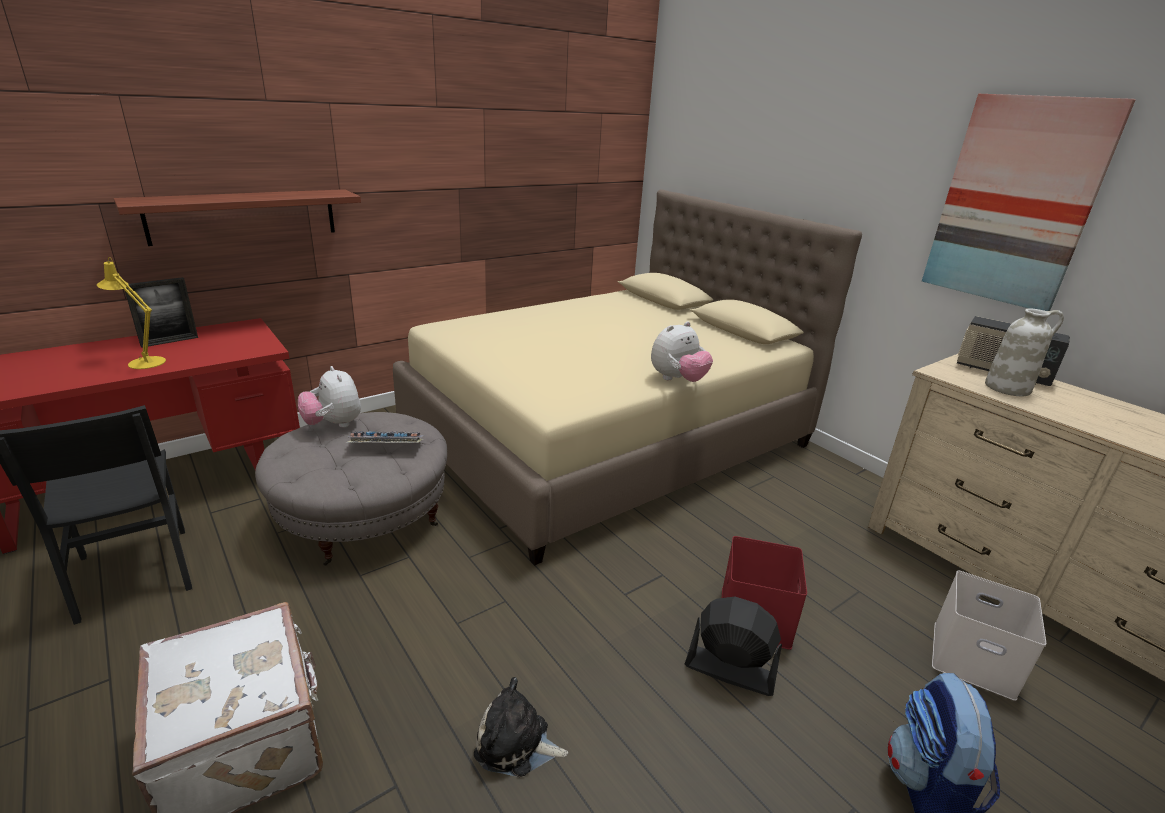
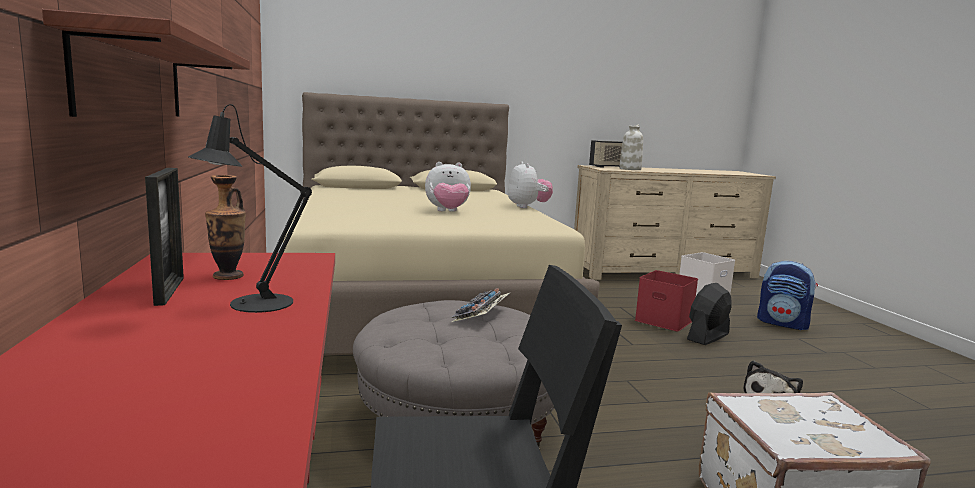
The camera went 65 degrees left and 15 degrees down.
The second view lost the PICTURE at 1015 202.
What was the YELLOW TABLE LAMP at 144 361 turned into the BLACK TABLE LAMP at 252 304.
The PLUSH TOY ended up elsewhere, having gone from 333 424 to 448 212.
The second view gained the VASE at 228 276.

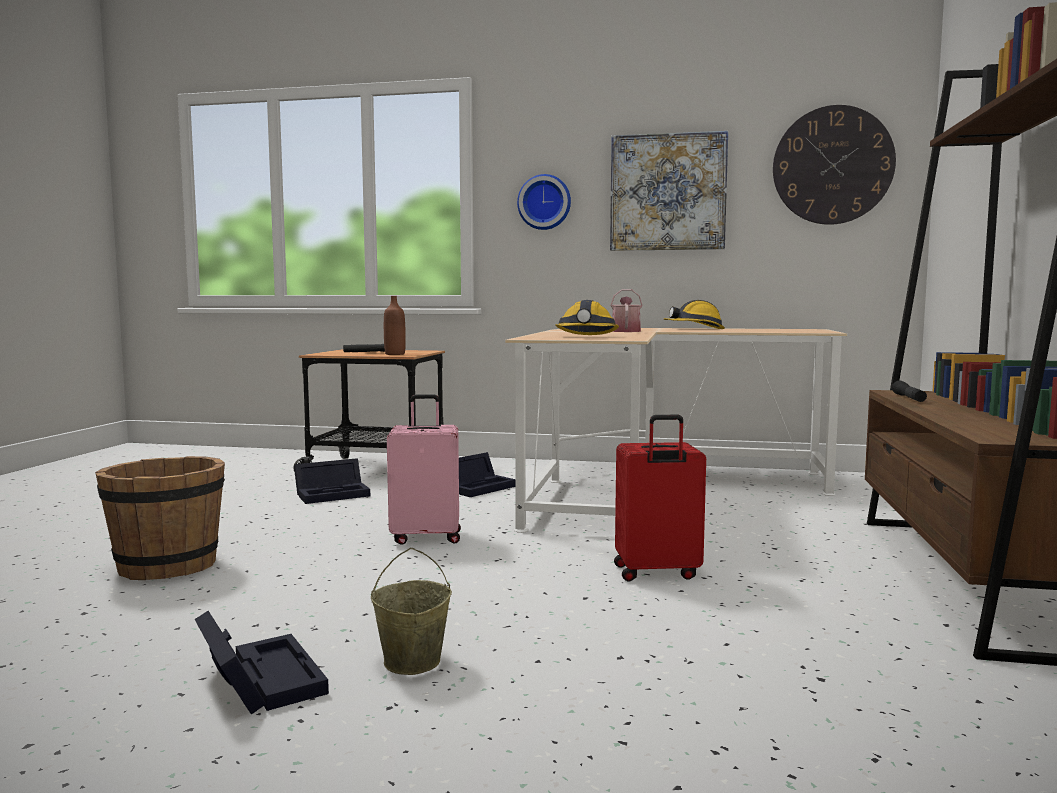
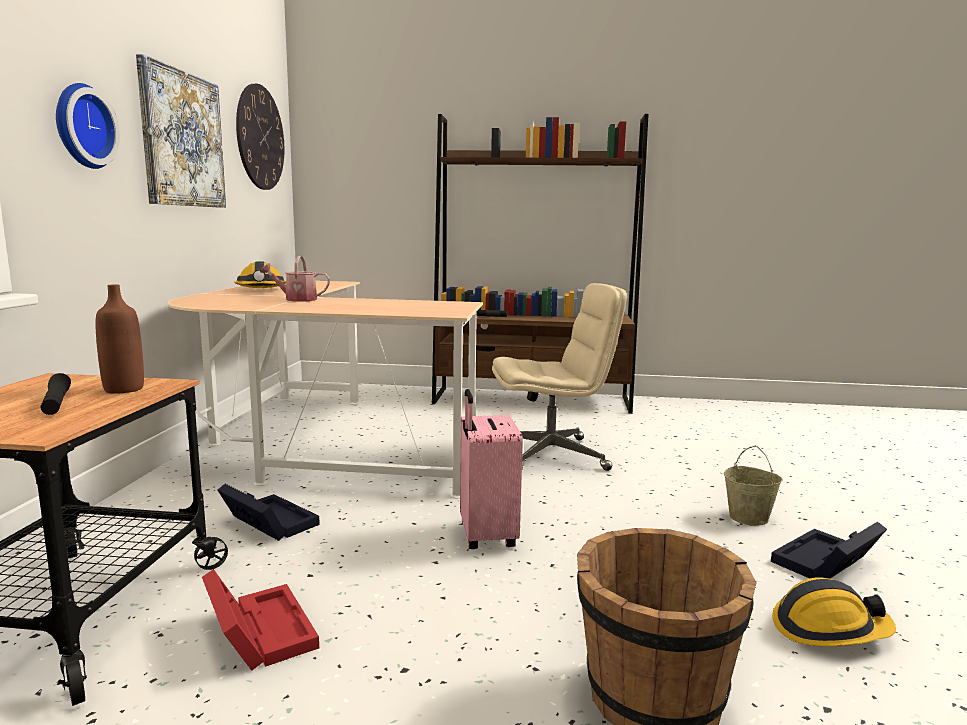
The camera went 95 degrees left and 5 degrees up.
The HARD HAT ended up elsewhere, having gone from 586 336 to 828 630.
Where the RED SUITCASE stood at 656 573, the BEIGE OFFICE CHAIR came to stand at 551 455.
What was the BLACK STORAGE BOX at 334 494 turned into the RED STORAGE BOX at 258 631.

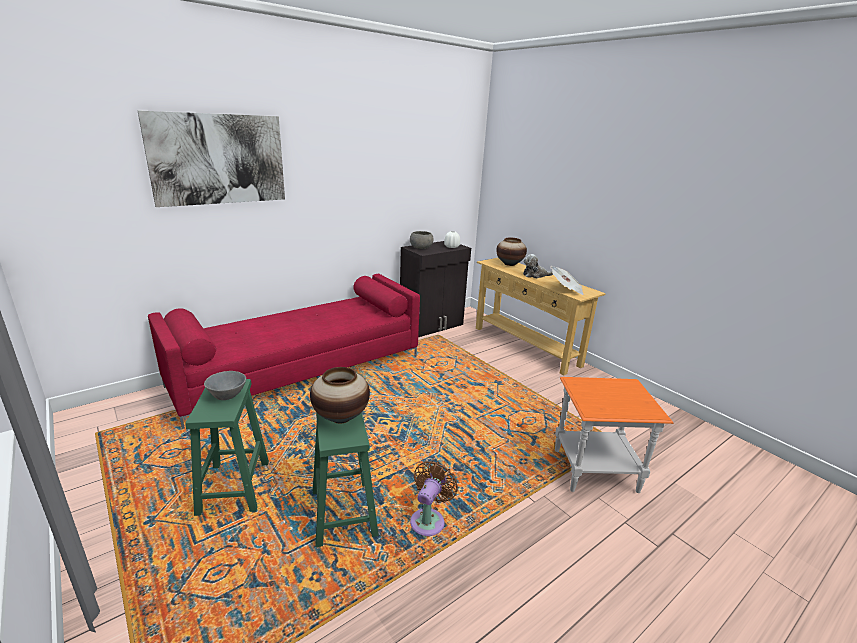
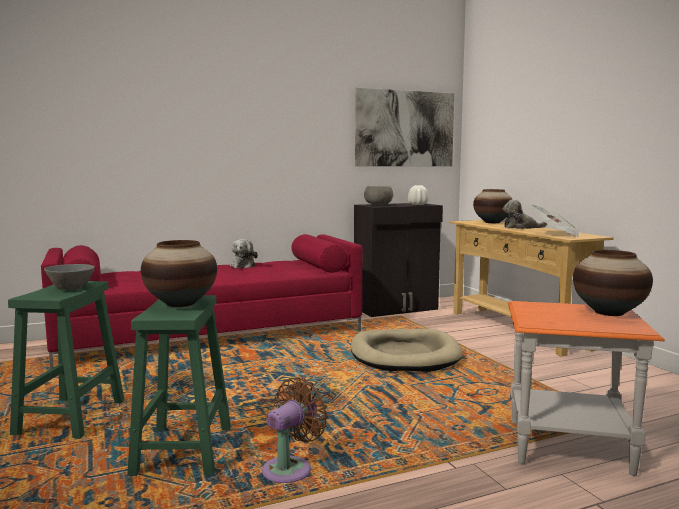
The camera went 15 degrees right and 15 degrees down.
The PICTURE ended up elsewhere, having gone from 219 159 to 405 128.
The second view gained the PLUSH TOY at 243 265.
The second view gained the VASE at 609 312.
The second view gained the BEIGE DOG BED at 404 355.

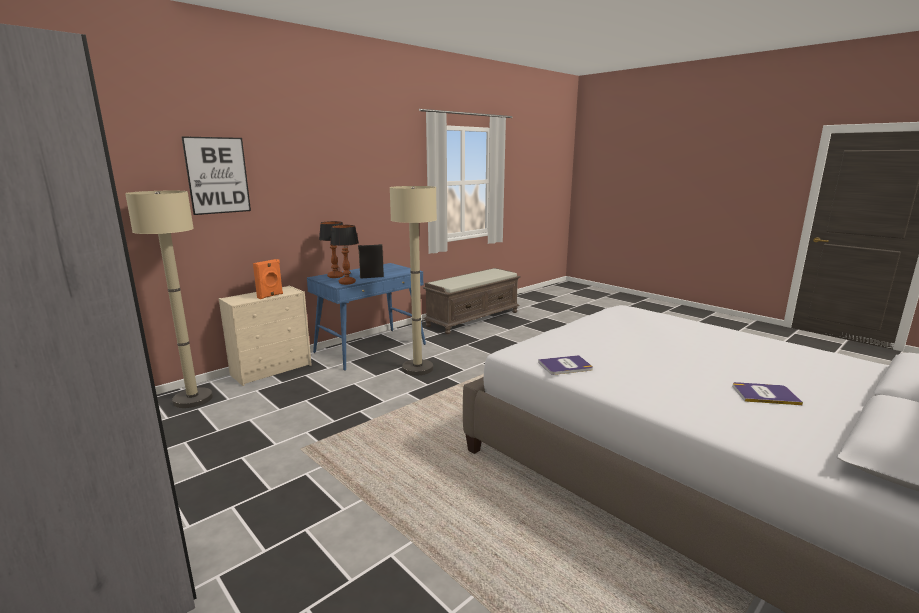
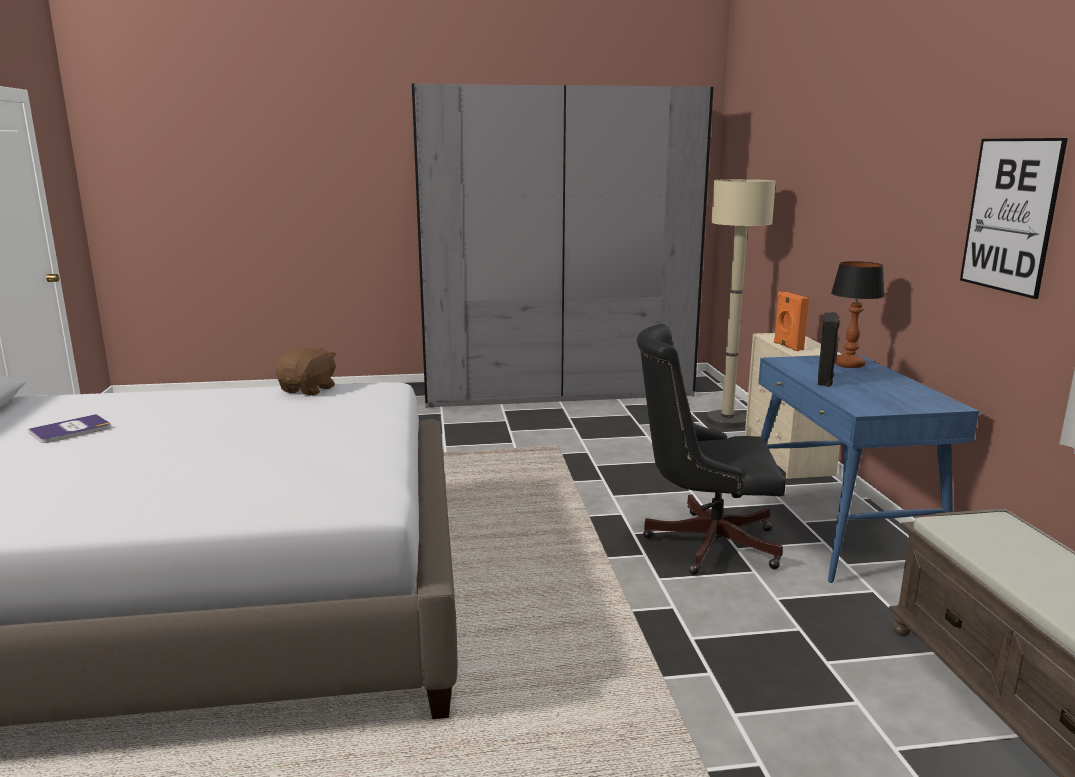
The camera went 125 degrees right and 0 degrees up.
The PICTURE ended up elsewhere, having gone from 217 175 to 1010 215.
Where the BEIGE FLOOR LAMP stood at 417 368, the BLACK OFFICE CHAIR came to stand at 703 542.
The second view lost the TABLE LAMP at 347 283.
Where the BOOK stood at 565 366, the BROWN PLUSH TOY came to stand at 309 390.

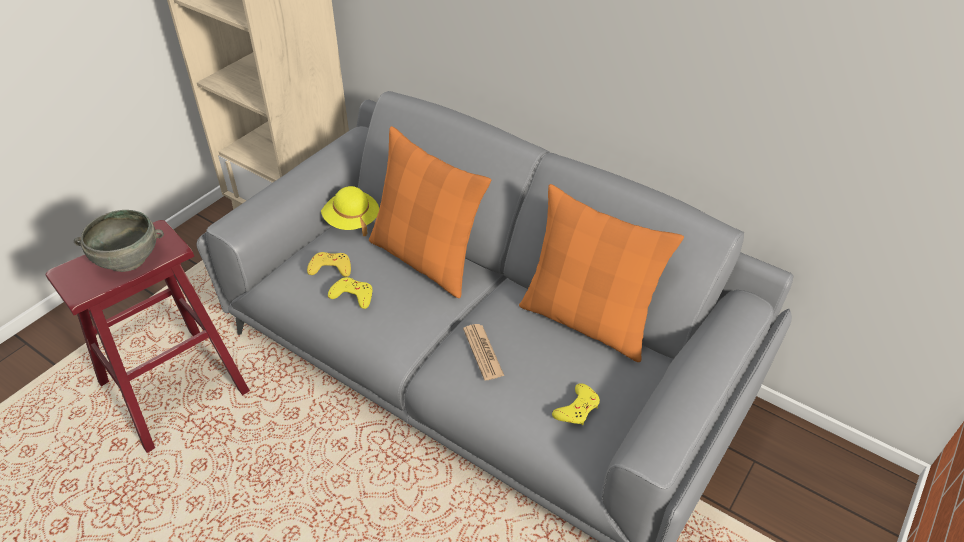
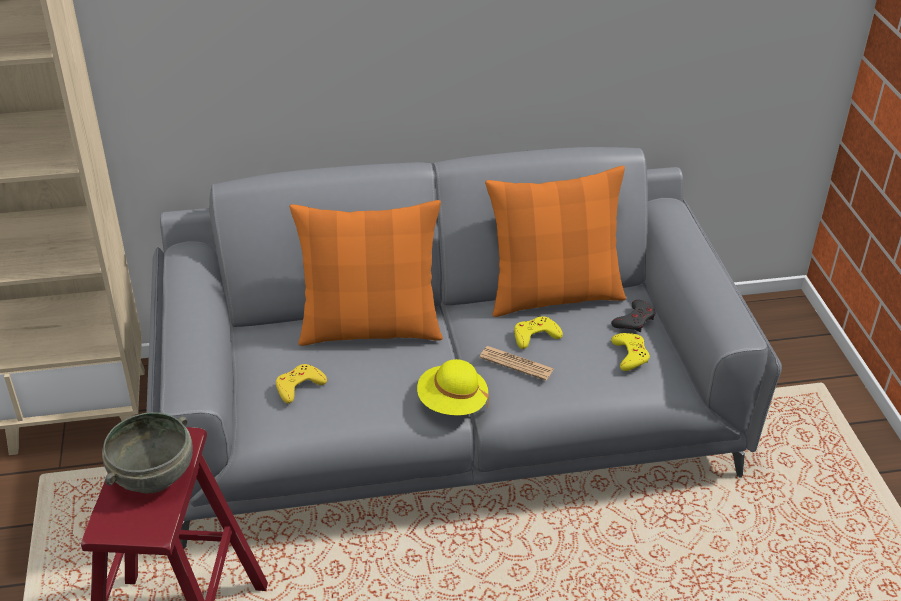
The camera went 45 degrees left and 5 degrees down.
The YELLOW HAT ended up elsewhere, having gone from 351 221 to 452 403.
The YELLOW GAME CONTROLLER ended up elsewhere, having gone from 352 295 to 535 336.
The second view gained the GREY GAME CONTROLLER at 634 320.

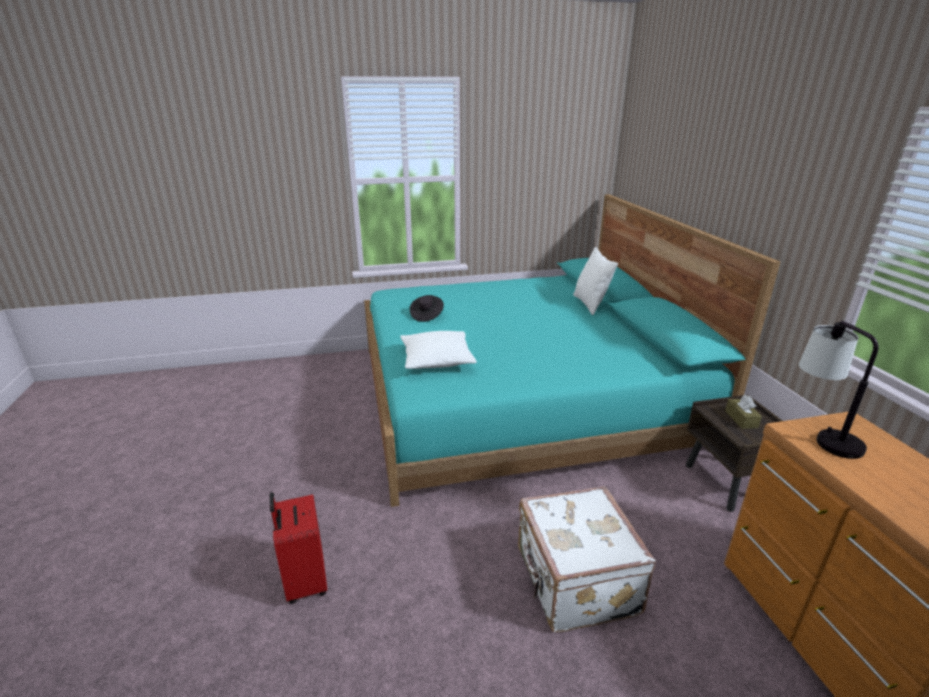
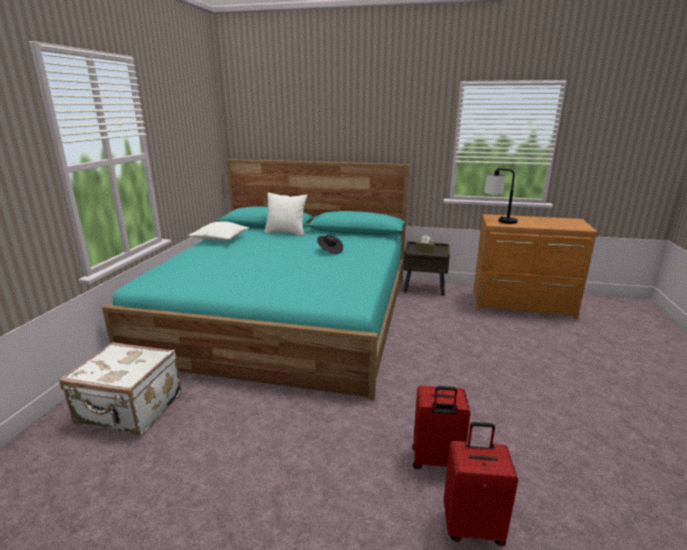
The camera went 65 degrees left and 5 degrees down.
The BLACK HAT ended up elsewhere, having gone from 426 315 to 330 250.
The WHITE PILLOW ended up elsewhere, having gone from 437 360 to 220 239.
The WHITE SUITCASE ended up elsewhere, having gone from 574 582 to 130 410.
The second view gained the RED SUITCASE at 472 526.

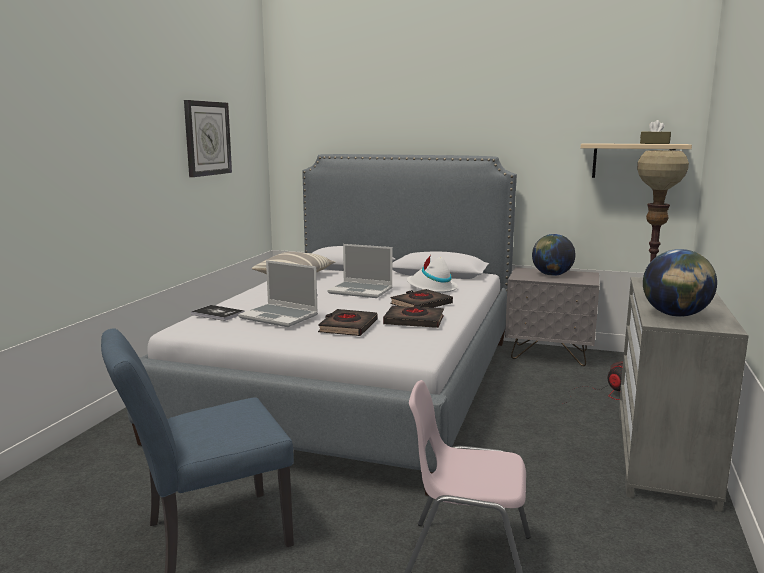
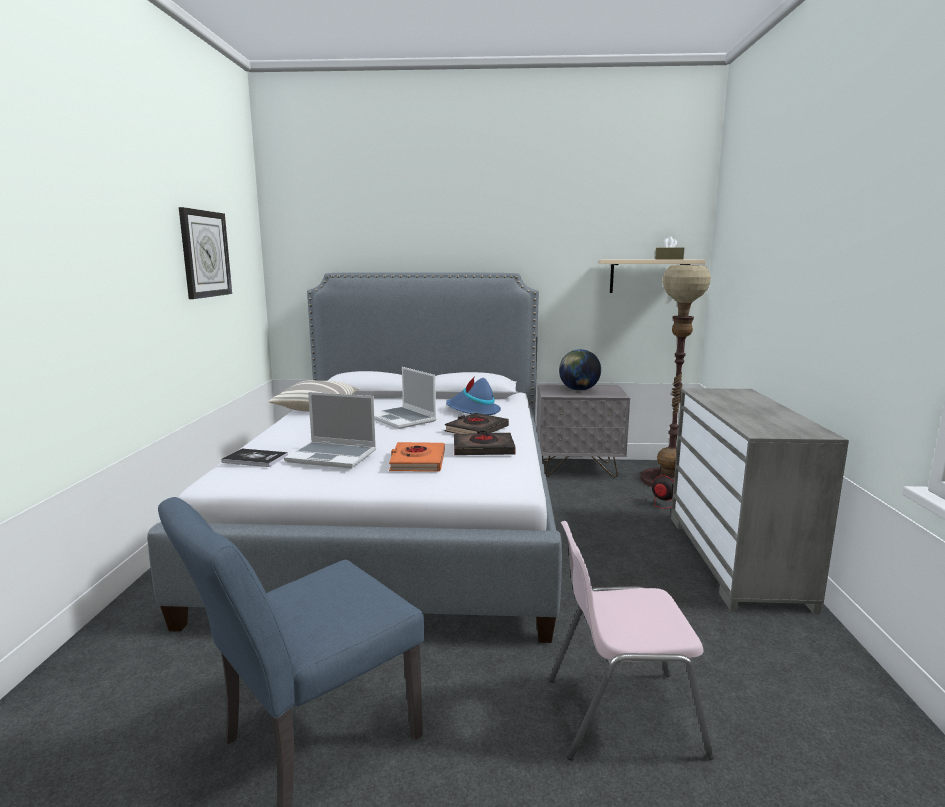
The camera went 15 degrees left and 0 degrees up.
The LAPTOP at 361 291 ended up facing another way, 45 degrees clockwise from before.
The second view lost the GLOBE at 675 315.
What was the WHITE HAT at 431 288 turned into the BLUE HAT at 473 411.
What was the BLACK BOOK at 348 327 turned into the ORANGE BOOK at 417 462.

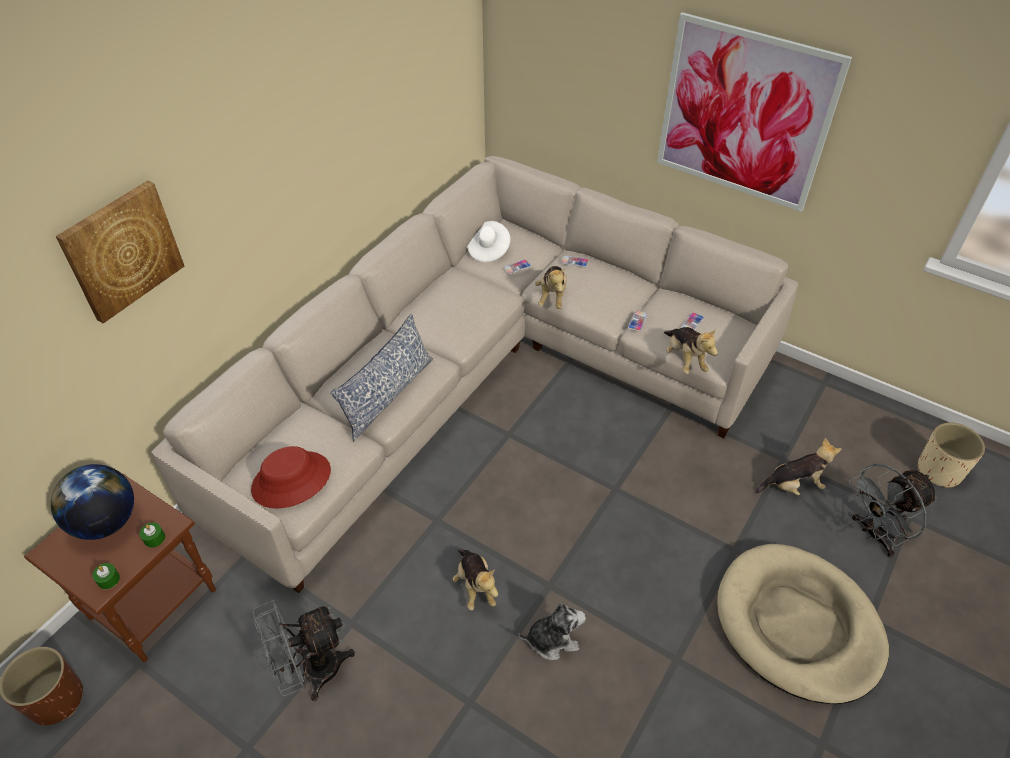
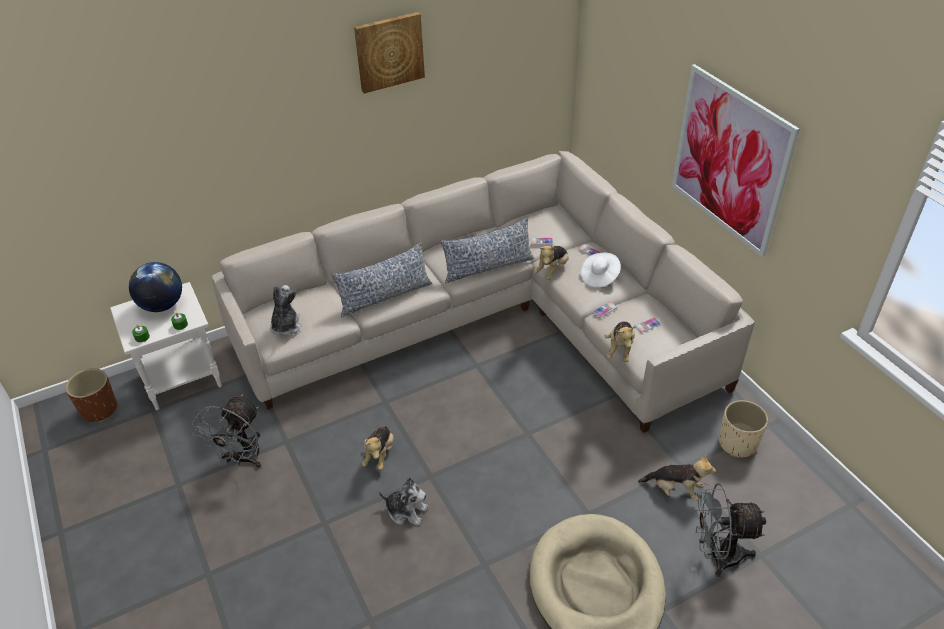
The camera went 30 degrees right and 5 degrees down.
The PICTURE ended up elsewhere, having gone from 122 250 to 389 51.
The WHITE HAT ended up elsewhere, having gone from 488 249 to 599 277.
The BEIGE PLANTER ended up elsewhere, having gone from 939 471 to 738 444.
Where the RED HAT stood at 291 480, the PLUSH TOY came to stand at 286 326.
What was the BROWN SIDE TABLE at 153 602 turned into the WHITE SIDE TABLE at 183 378.
The GREY FAN at 311 672 ended up facing another way, 75 degrees counterclockwise from before.
The second view gained the PILLOW at 487 267.

